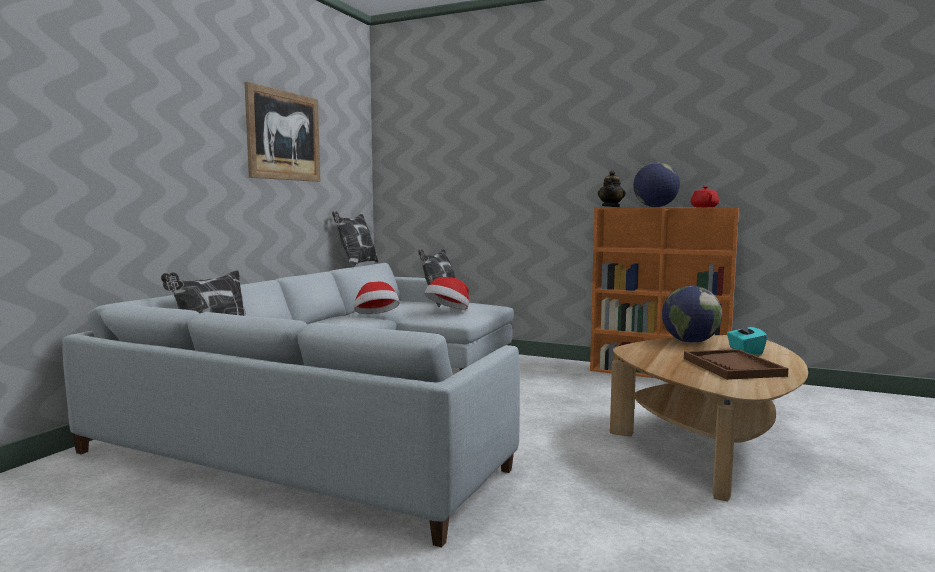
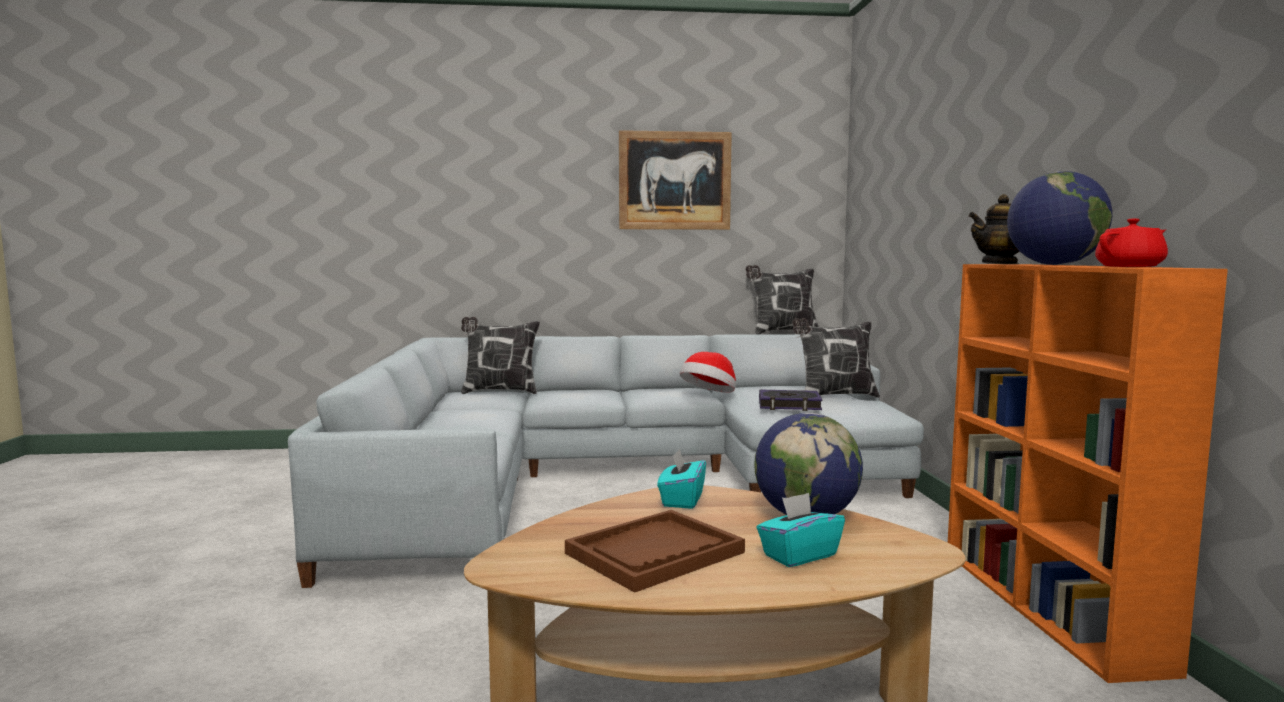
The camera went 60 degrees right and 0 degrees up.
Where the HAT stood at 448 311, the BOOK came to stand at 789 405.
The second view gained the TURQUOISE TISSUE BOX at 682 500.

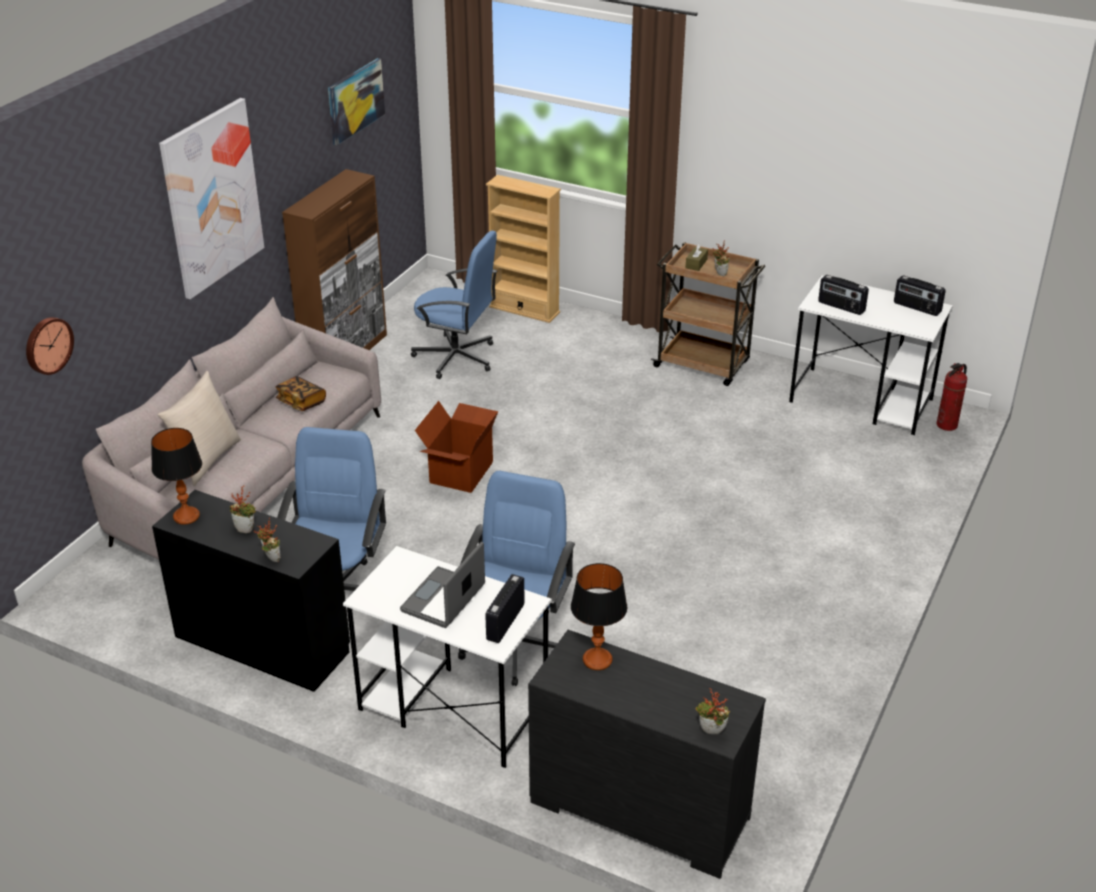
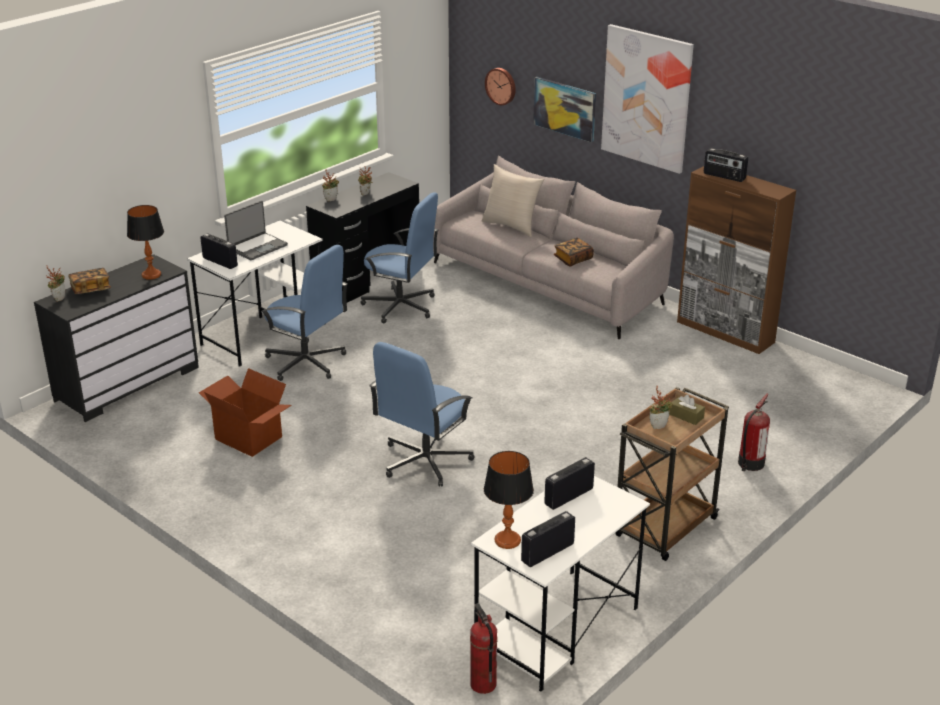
The camera went 105 degrees right and 5 degrees down.
The PICTURE ended up elsewhere, having gone from 355 100 to 565 108.
The second view lost the BEIGE BOOKCASE at 524 309.
The BLUE OFFICE CHAIR ended up elsewhere, having gone from 456 357 to 424 461.
The CARDBOARD BOX ended up elsewhere, having gone from 460 472 to 249 437.
The TABLE LAMP ended up elsewhere, having gone from 186 516 to 508 540.
The LAPTOP at 444 599 ended up facing another way, 90 degrees clockwise from before.
The second view gained the RADIO at 724 176.
The second view gained the BOOK at 91 289.
The second view gained the FIRE EXTINGUISHER at 750 464.

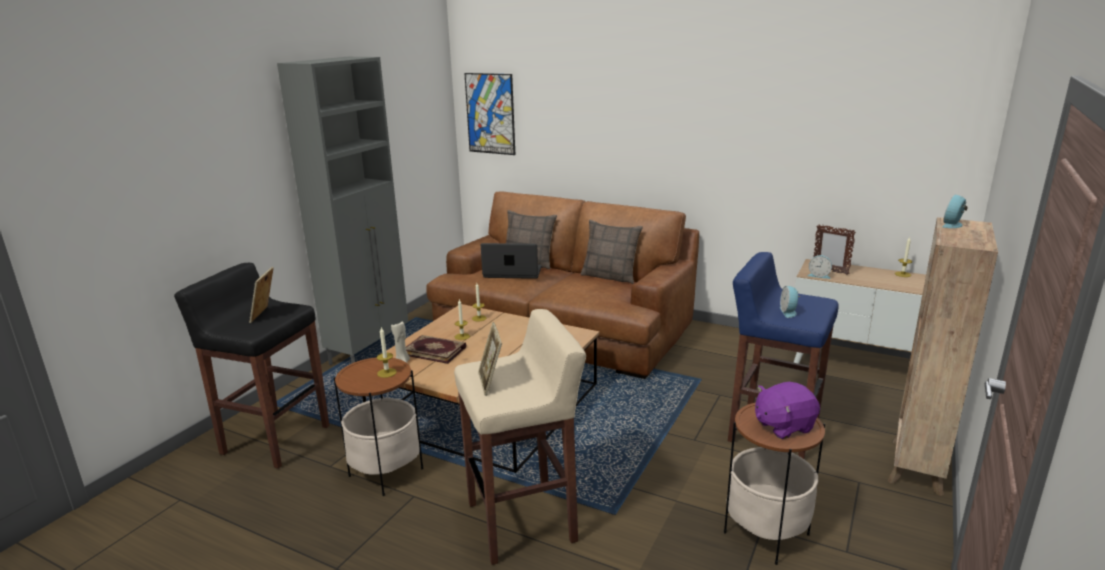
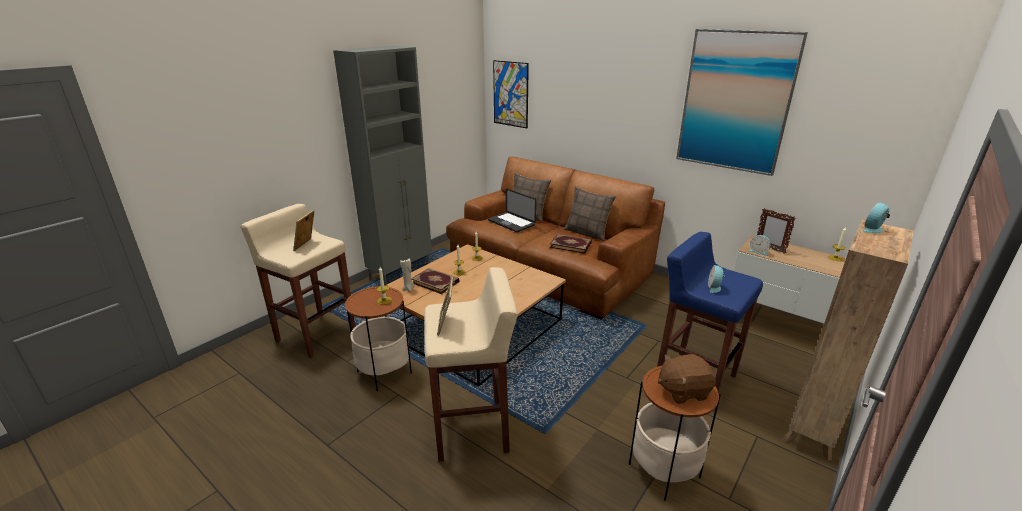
The camera went 10 degrees right and 5 degrees up.
The LAPTOP at 512 273 ended up facing another way, 150 degrees counterclockwise from before.
What was the BLACK STOOL at 275 439 turned into the BEIGE STOOL at 315 334.
What was the PURPLE PLUSH TOY at 783 426 turned into the BROWN PLUSH TOY at 683 391.
The second view gained the PICTURE at 735 102.
The second view gained the BOOK at 570 245.

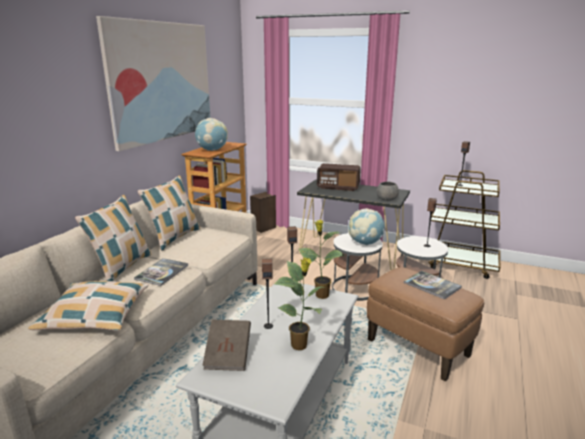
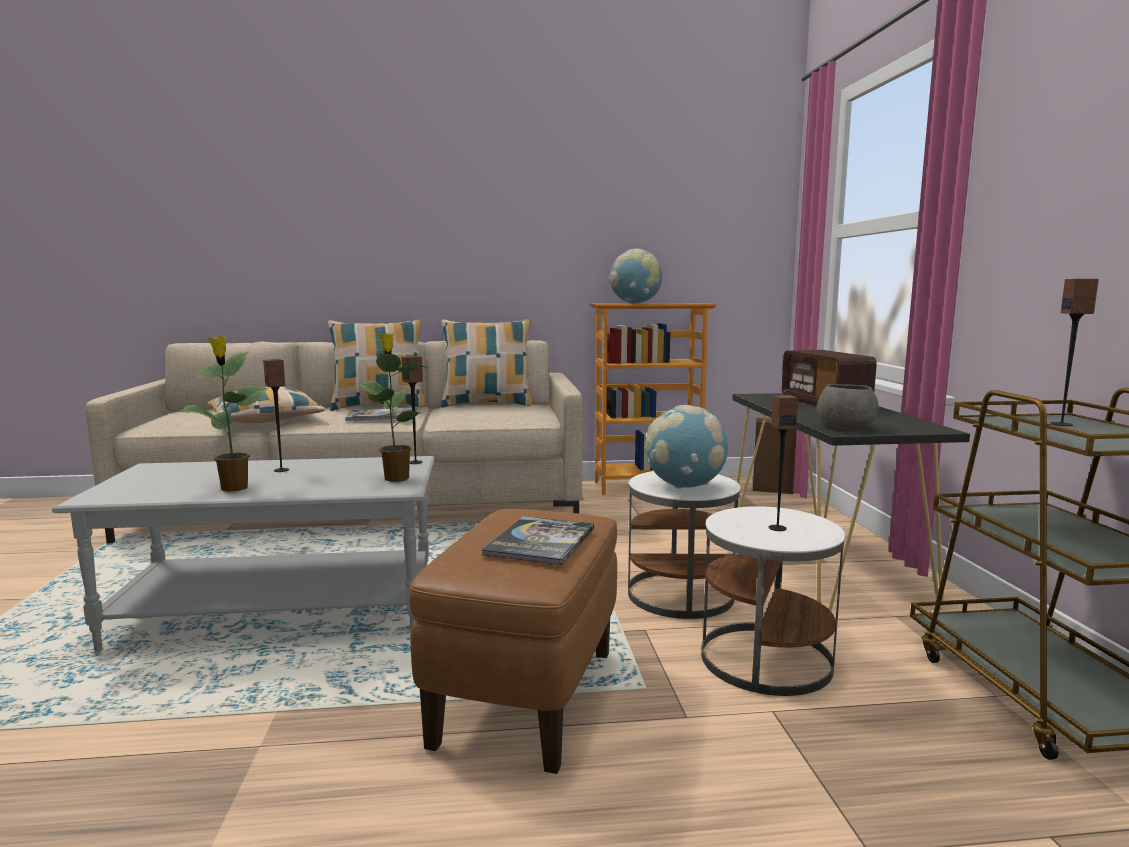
The camera went 60 degrees right and 10 degrees down.
The second view lost the PICTURE at 162 82.
The second view lost the BROWN BOOK at 228 355.

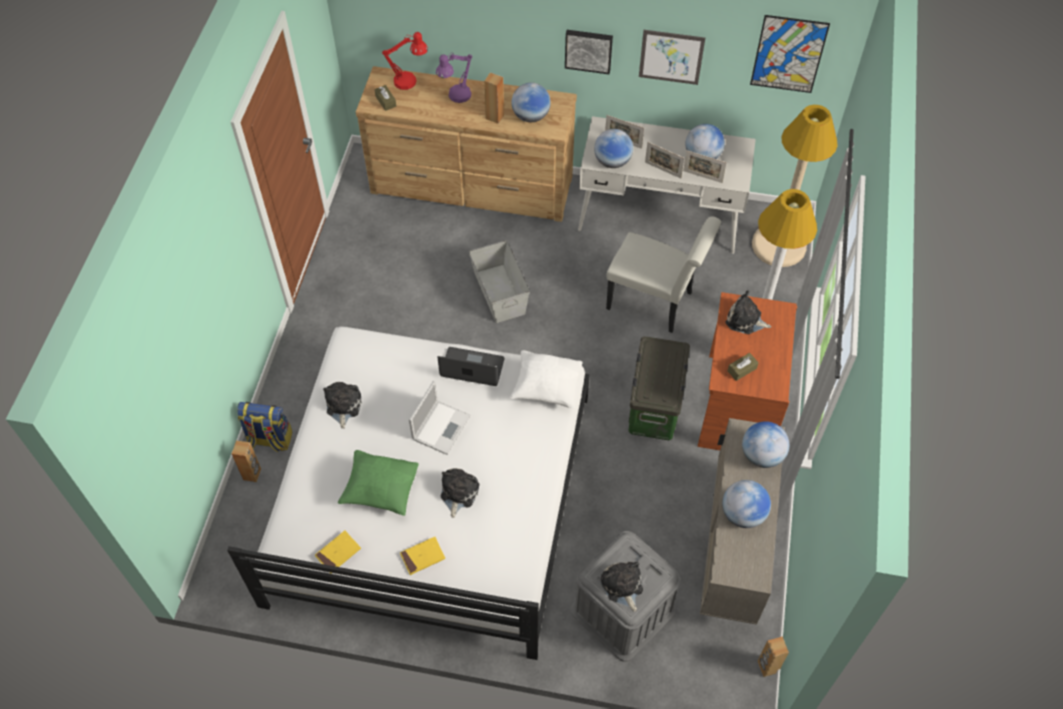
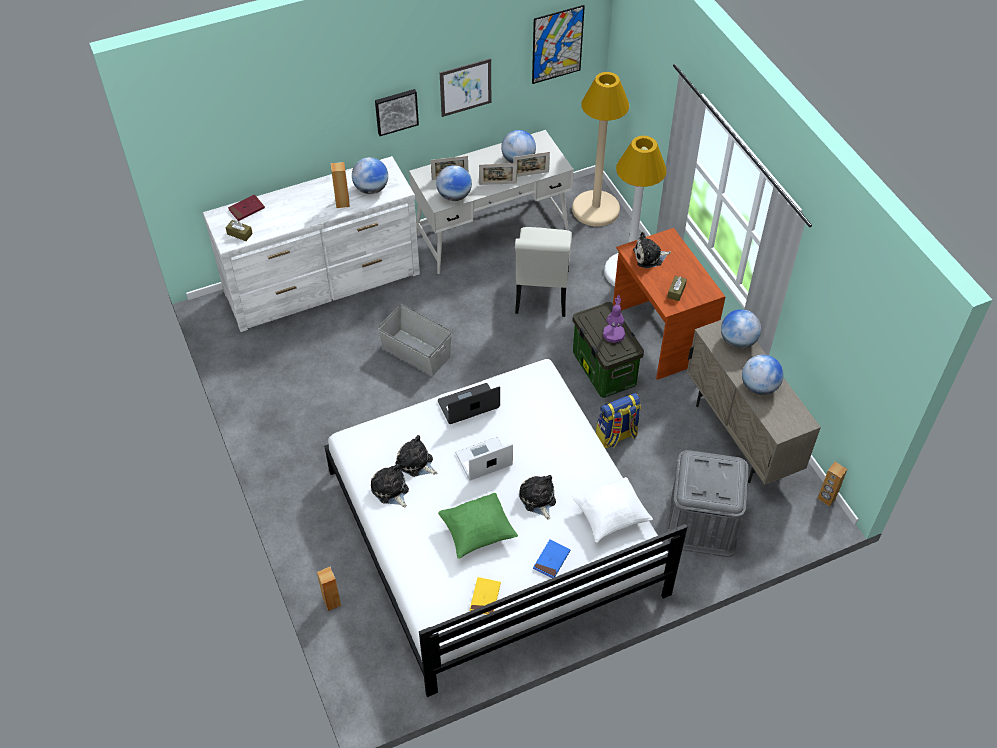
The camera went 35 degrees left and 5 degrees down.
Where the RED TABLE LAMP stood at 410 81, the RED BOOK came to stand at 246 209.
The PURPLE TABLE LAMP ended up elsewhere, having gone from 456 97 to 613 338.
What was the BROWN DRESSER at 472 186 turned into the WHITE DRESSER at 323 283.
The WHITE CHAIR at 655 303 ended up facing another way, 105 degrees clockwise from before.
The WHITE PILLOW ended up elsewhere, having gone from 546 387 to 610 517.
The LAPTOP at 442 426 ended up facing another way, 105 degrees counterclockwise from before.
The BACKPACK ended up elsewhere, having gone from 269 439 to 616 435.
What was the YELLOW BOOK at 422 556 turned into the BLUE BOOK at 551 560.
The PLUSH TOY ended up elsewhere, having gone from 622 586 to 416 463.

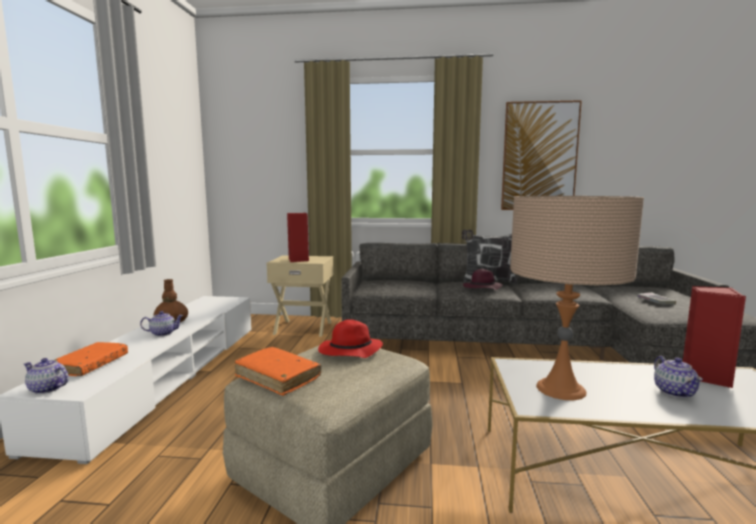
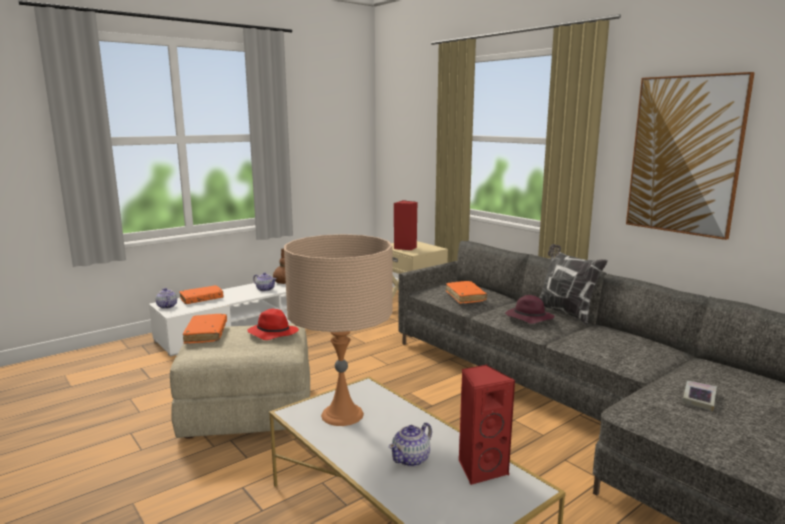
The camera went 45 degrees right and 5 degrees up.
The second view gained the ORANGE BOOK at 465 297.

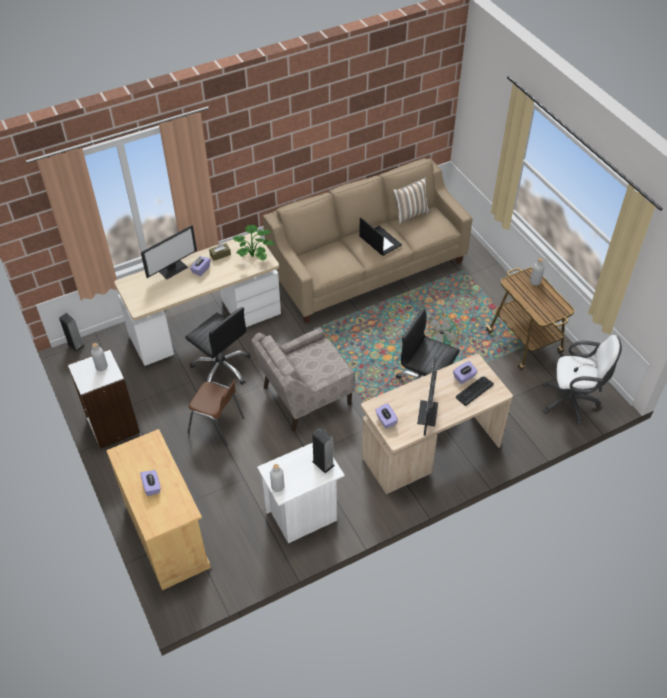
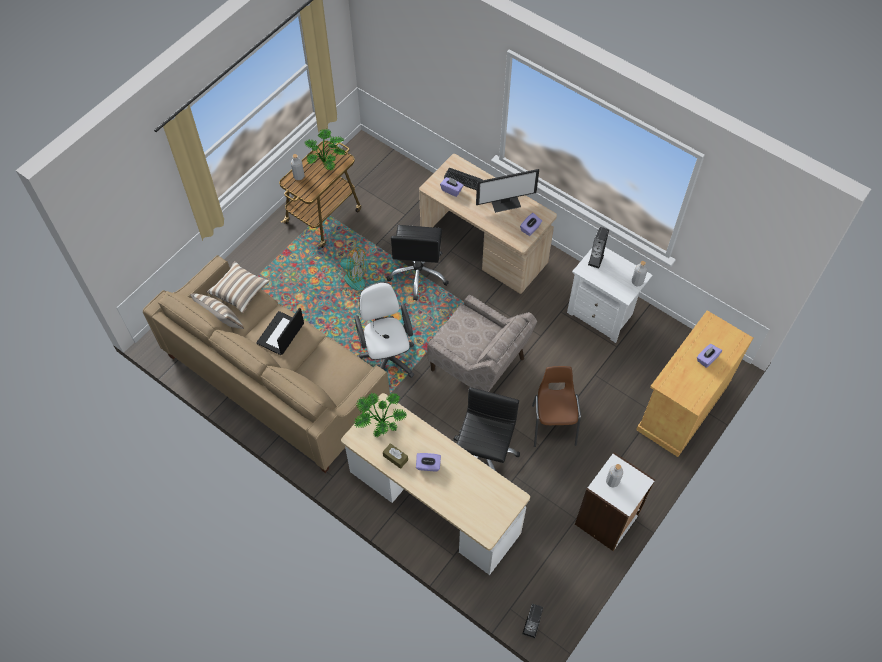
The camera went 115 degrees left and 10 degrees up.
The second view lost the MONITOR at 173 269.
The WHITE OFFICE CHAIR ended up elsewhere, having gone from 572 402 to 387 356.
The second view gained the POTTED PLANT at 326 161.
The second view gained the PILLOW at 240 292.

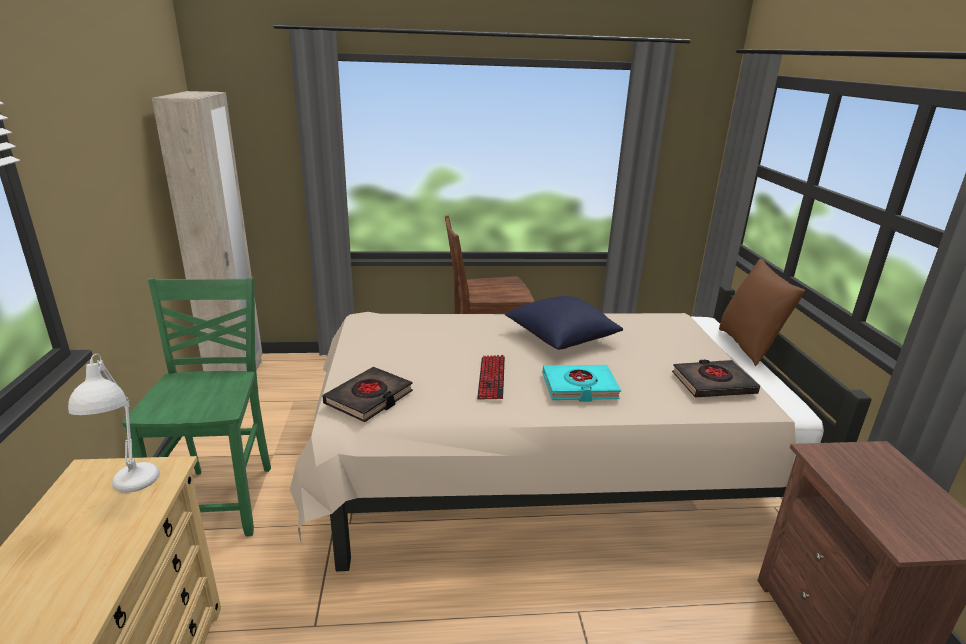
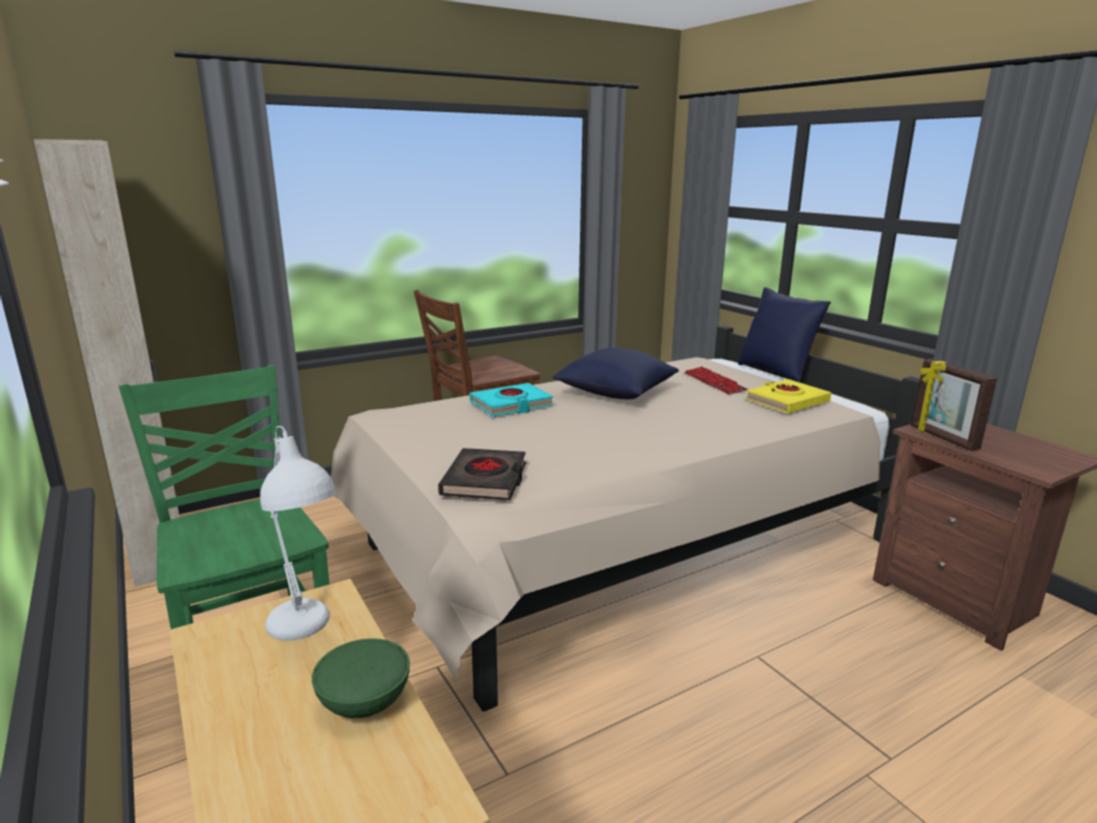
The camera went 25 degrees left and 5 degrees down.
What was the BROWN PILLOW at 748 346 turned into the BLUE PILLOW at 776 372.
The KEYBOARD ended up elsewhere, having gone from 491 378 to 714 382.
What was the BLACK BOOK at 713 383 turned into the YELLOW BOOK at 787 401.
The TURQUOISE BOOK ended up elsewhere, having gone from 579 387 to 511 405.
The second view gained the PICTURE FRAME at 942 438.
The second view gained the GREEN BOWL at 365 700.

